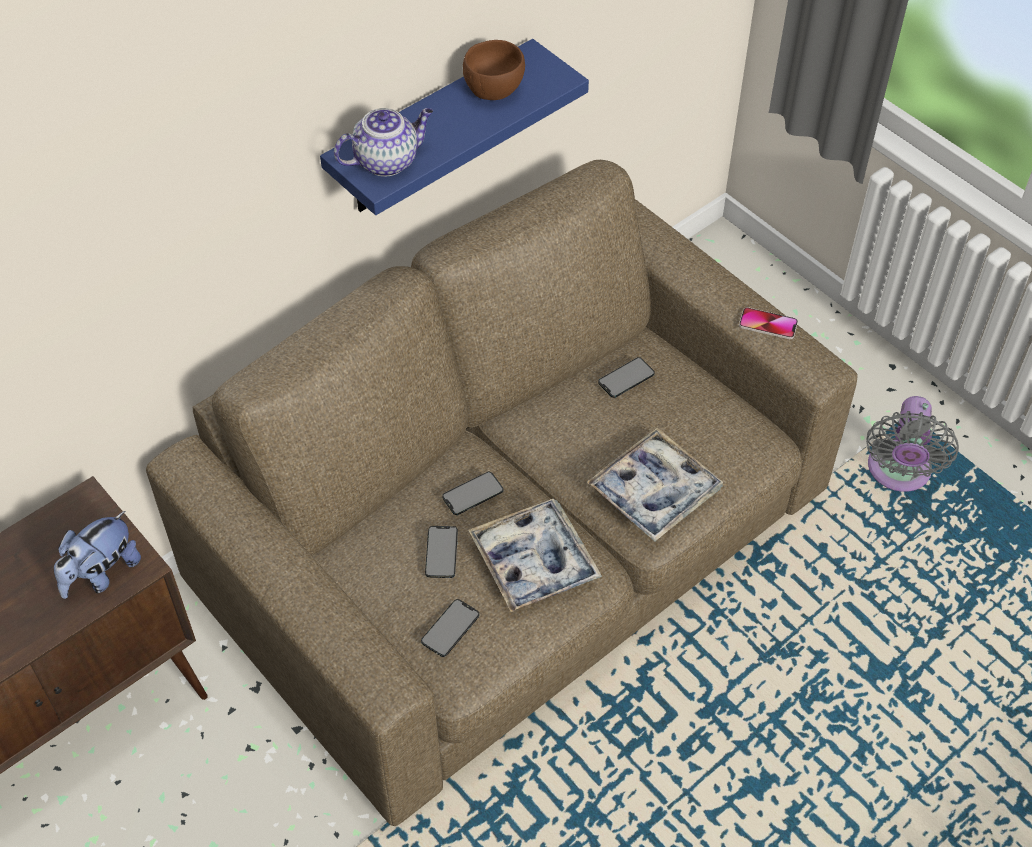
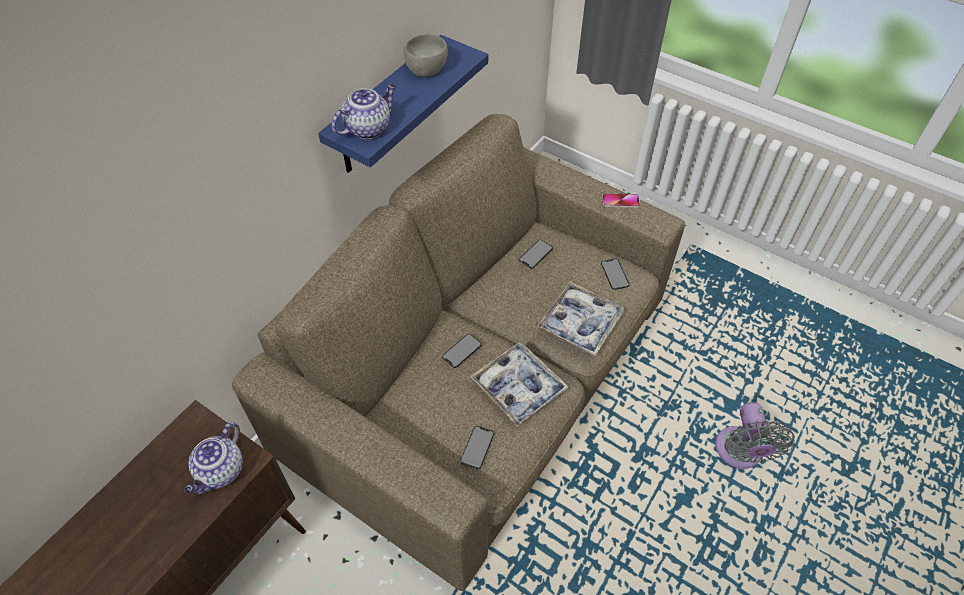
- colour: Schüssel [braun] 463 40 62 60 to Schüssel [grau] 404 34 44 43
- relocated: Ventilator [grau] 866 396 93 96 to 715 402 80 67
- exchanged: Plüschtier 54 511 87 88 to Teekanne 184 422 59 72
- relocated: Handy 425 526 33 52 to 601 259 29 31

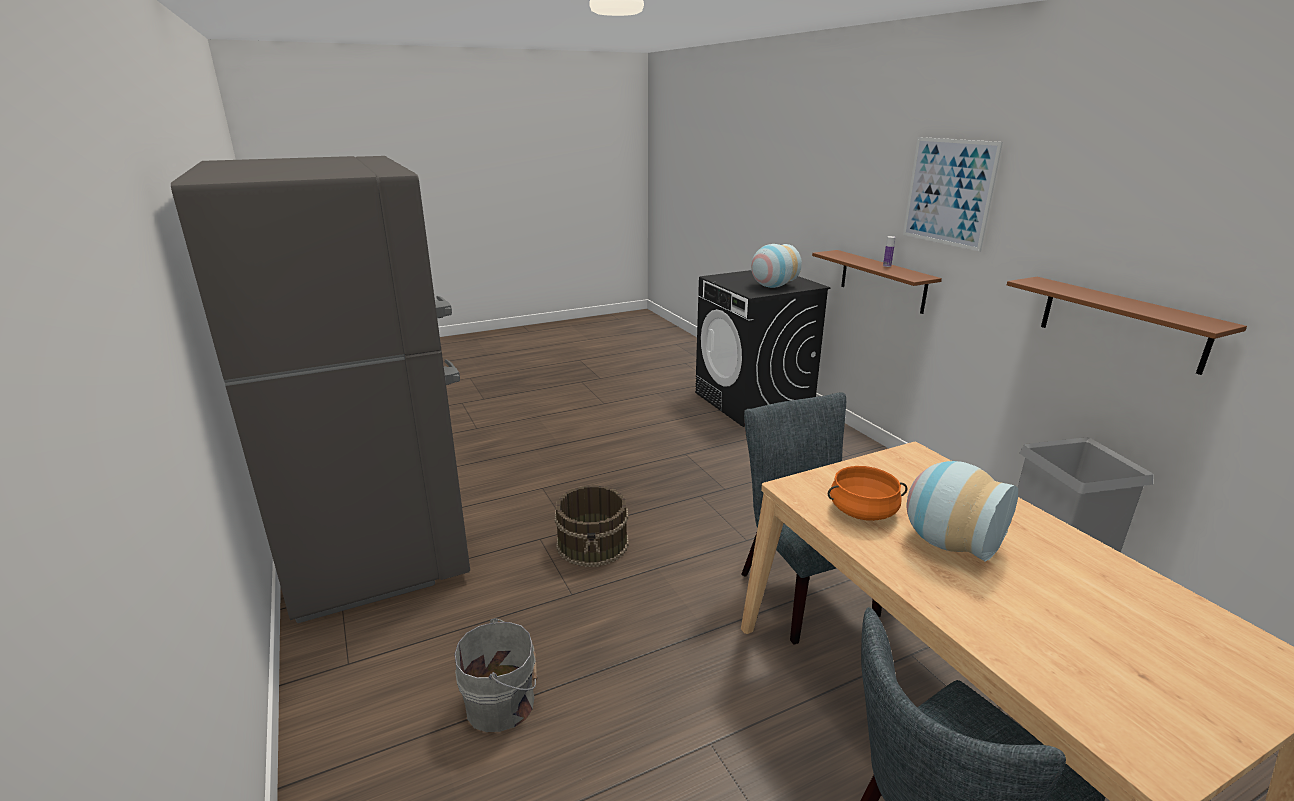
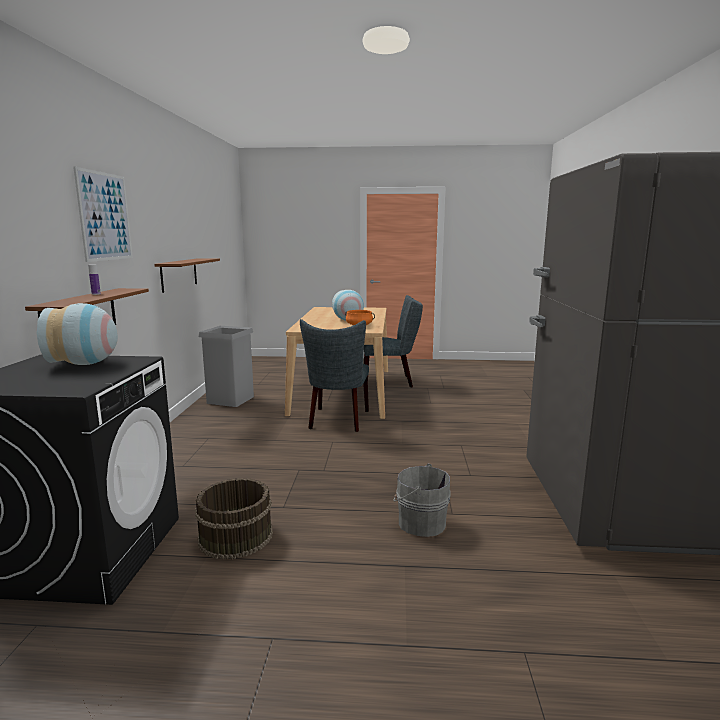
- relocated: Eimer [braun] 555 485 74 82 to 195 478 78 82
- relocated: Eimer [grau] 454 618 83 114 to 393 464 58 73

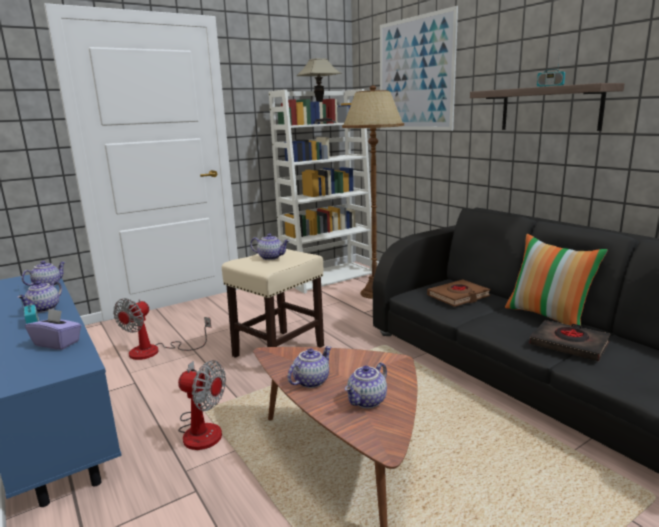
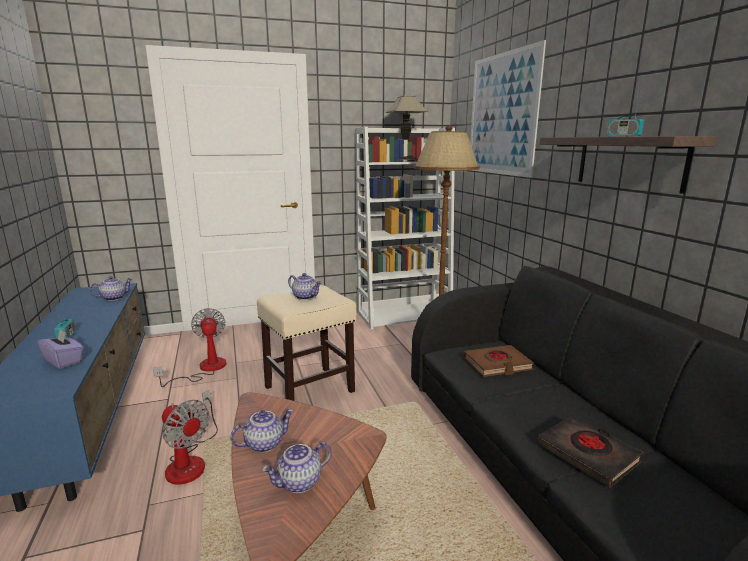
- missing: Kissen 505 234 103 91
- missing: Teekanne 17 280 45 33
- spun: Ventilator 113 298 98 62 = 153 308 73 79 120 degrees clockwise

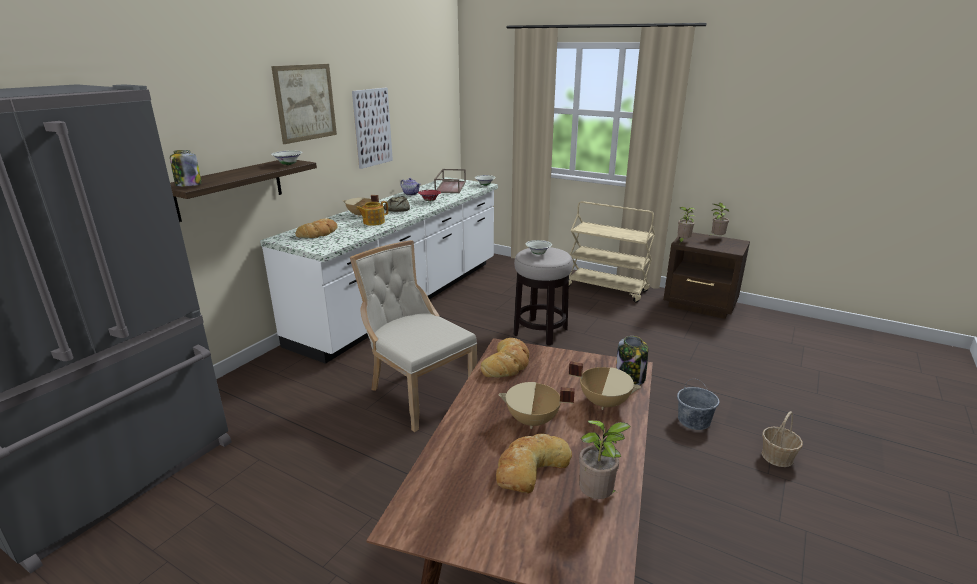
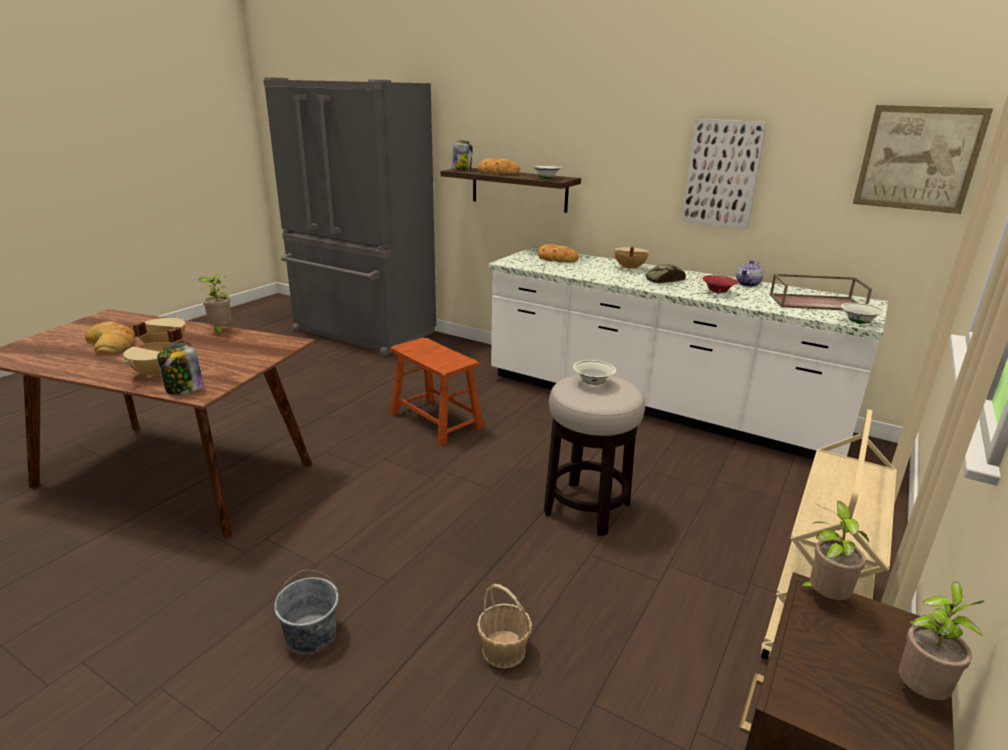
- relocated: Bild 271 64 66 80 to 853 105 140 109
- missing: Teekanne 356 201 32 25
- exchanged: Stuhl [beige] 350 240 127 192 to Hocker [braun] 390 338 94 108
- relocated: Brot 481 338 48 39 to 478 158 42 16
- relocated: Korb 761 411 42 56 to 477 584 55 84
- relocated: Topfpflanze 579 420 52 79 to 198 275 34 62

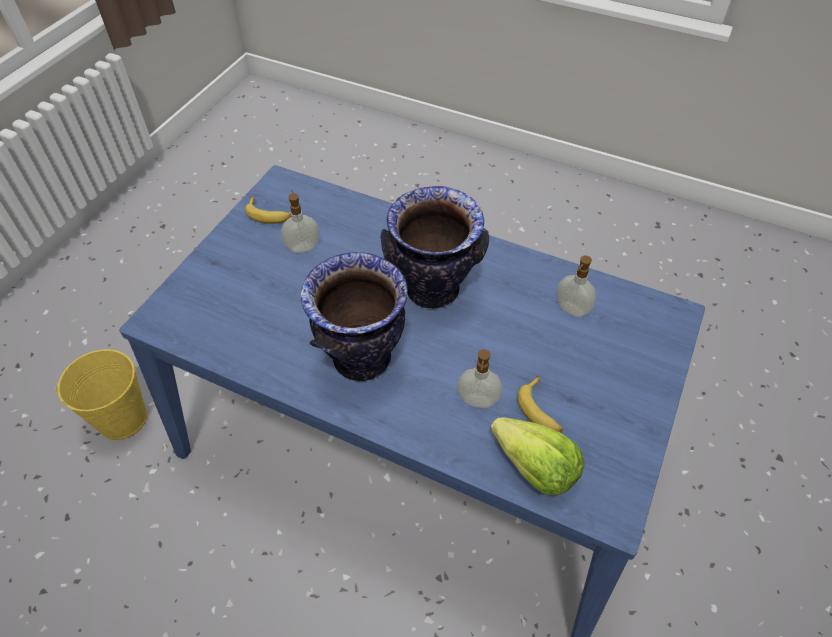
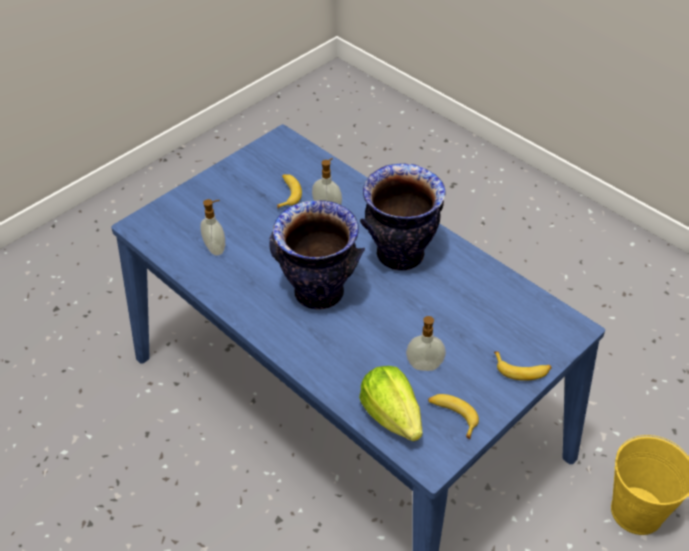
- relocated: Salatkopf 490 417 95 78 to 359 366 63 75
- appeared: Banane 494 351 58 30

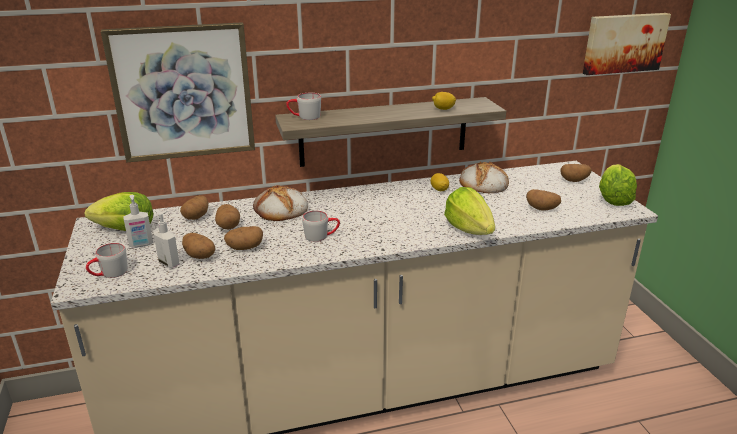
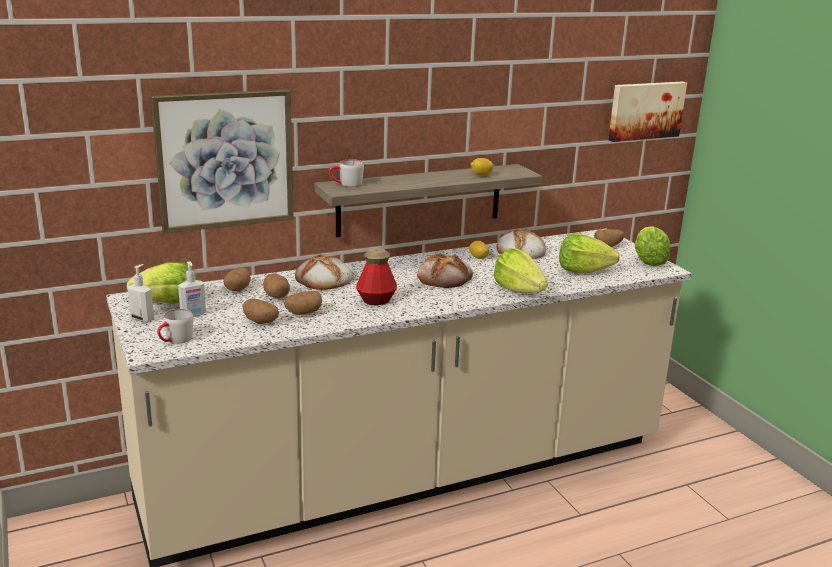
- exchanged: Kartoffel 526 189 35 22 to Salatkopf 559 234 61 40
- relocated: Seifenspender 153 210 27 58 to 127 264 27 59
- exchanged: Henkelbecher [grau] 302 210 38 32 to Flasche 356 248 41 57
- appeared: Brot 417 253 56 35

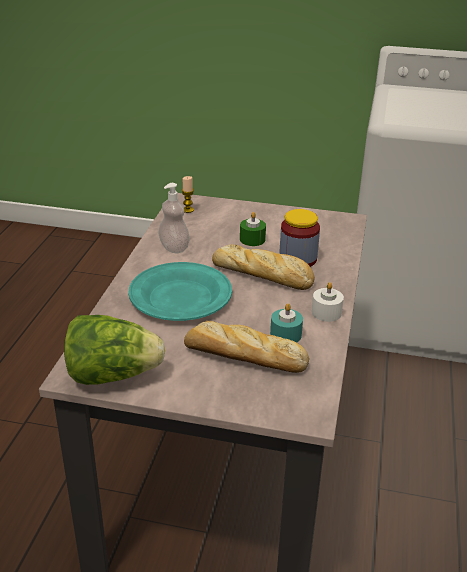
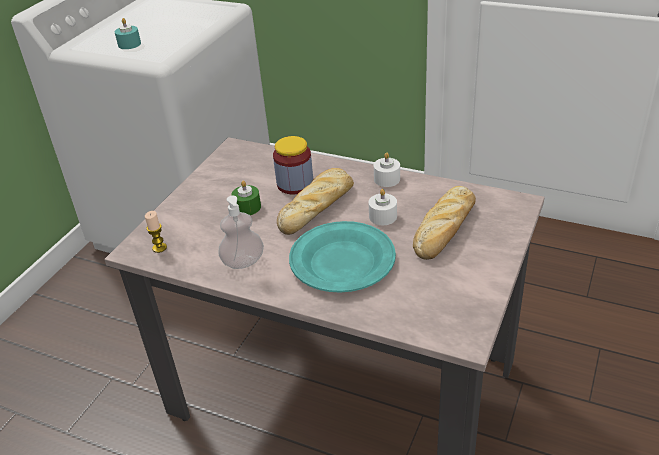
- relocated: Kerze [türkis] 270 303 33 40 to 115 18 26 31
- missing: Salatkopf 64 315 101 70
- appeared: Kerze [weiß] 369 189 28 36

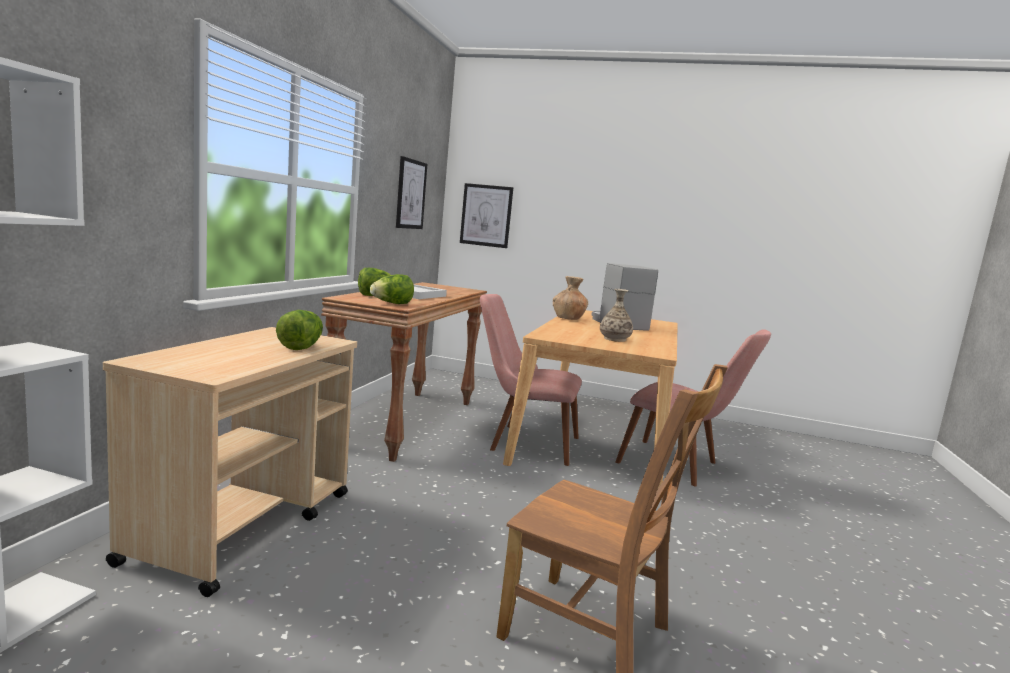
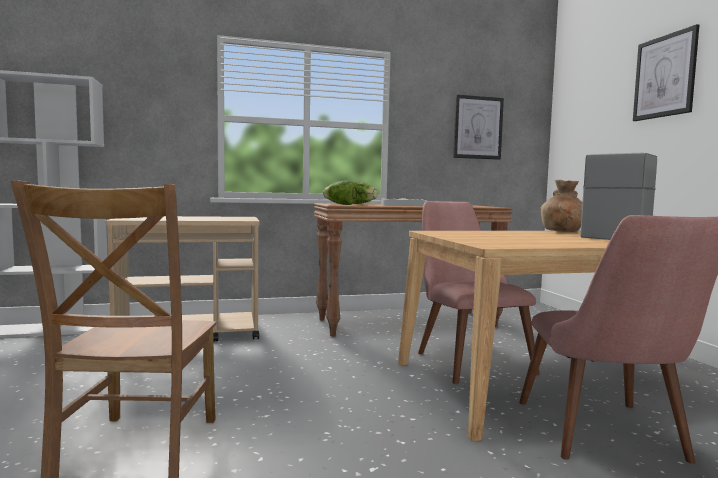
- relocated: Bild 460 183 53 65 to 633 24 66 97
- missing: Vase 600 289 33 53
- missing: Salatkopf 276 310 47 40

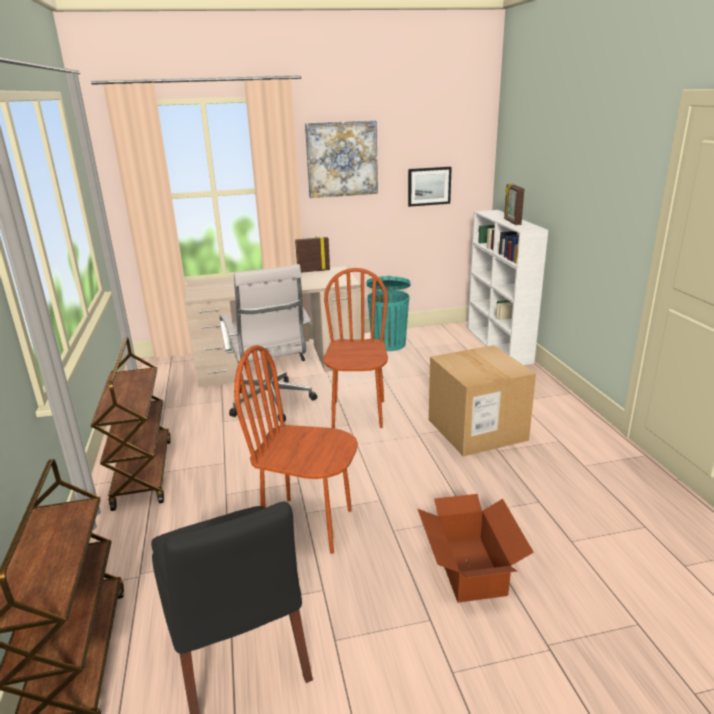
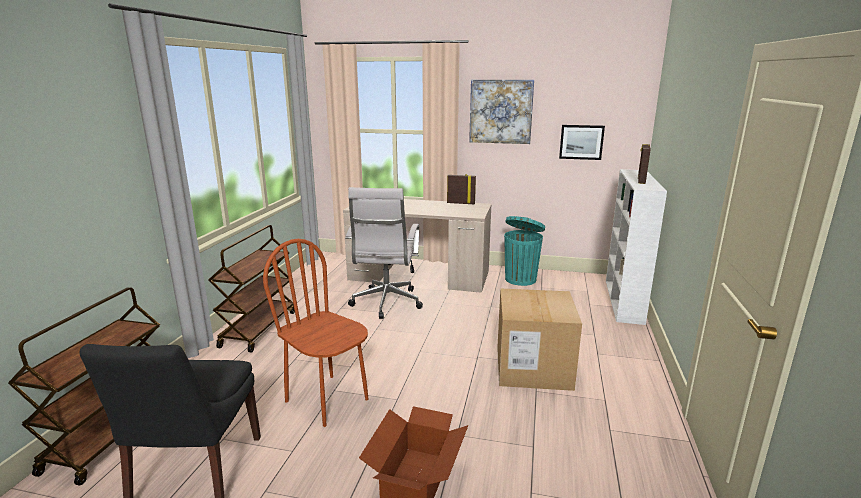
- missing: Stuhl [braun] 323 268 65 160

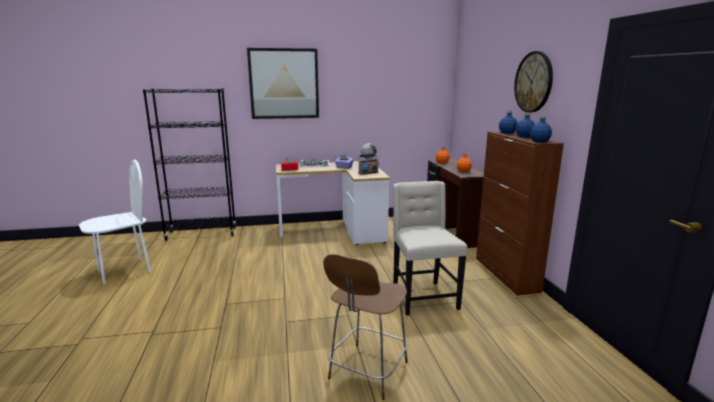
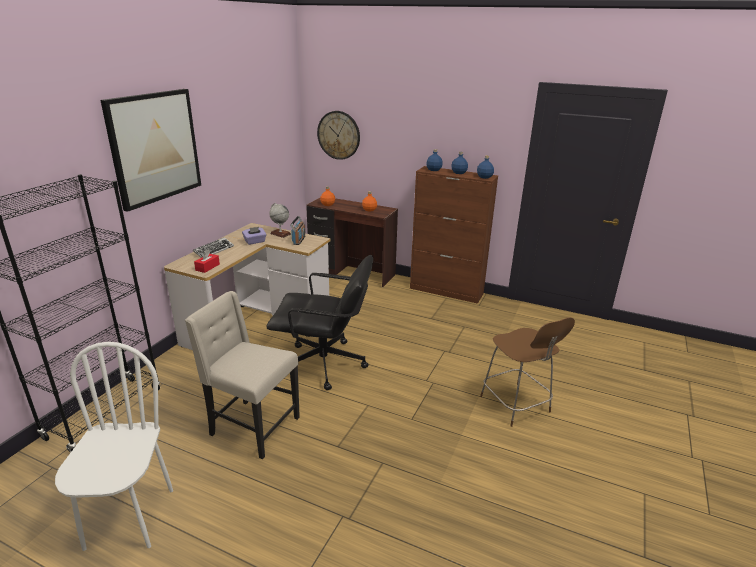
- relocated: Wanduhr 514 51 39 61 to 317 111 43 49
- relocated: Stuhl [beige] 393 181 74 135 to 185 291 115 168
- appeared: Bürostuhl [schwarz] 266 255 107 135

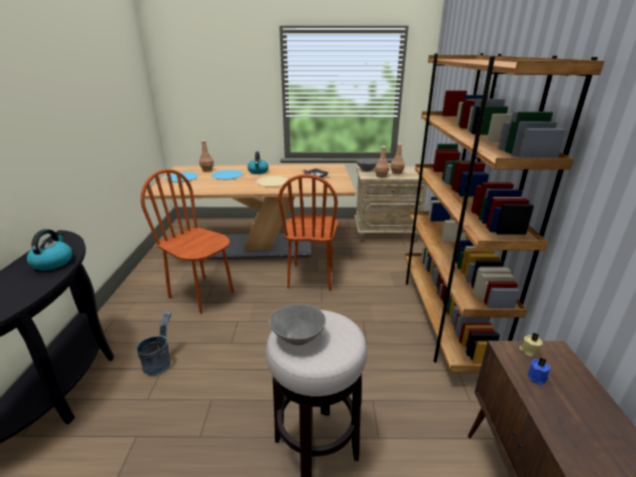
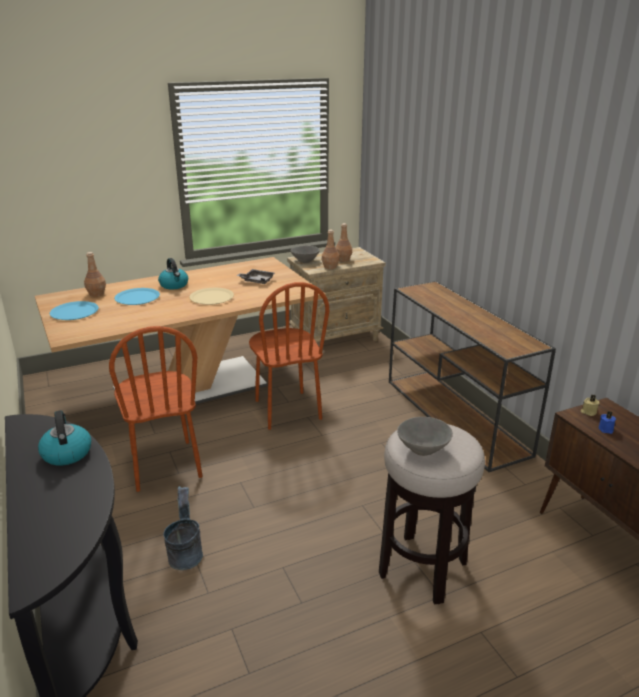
- exchanged: Bücherregal [braun] 405 53 199 320 to Konsolentisch [braun] 389 281 167 191
- spun: Stuhl [braun] 141 169 93 145 = 109 326 94 166 120 degrees counterclockwise

